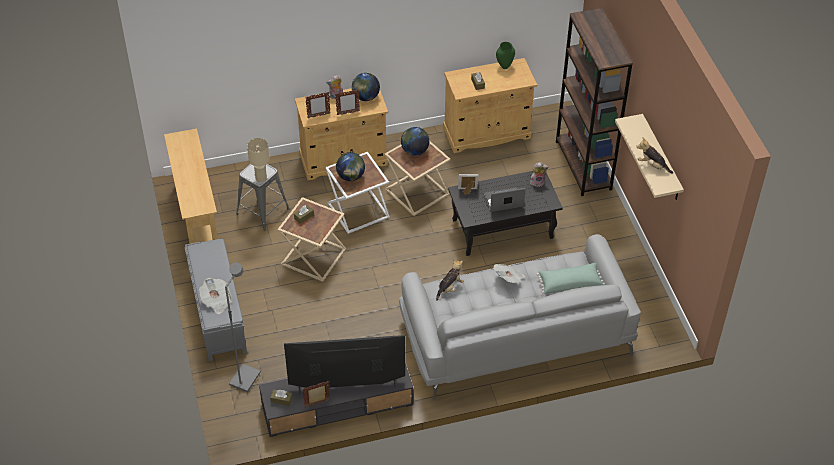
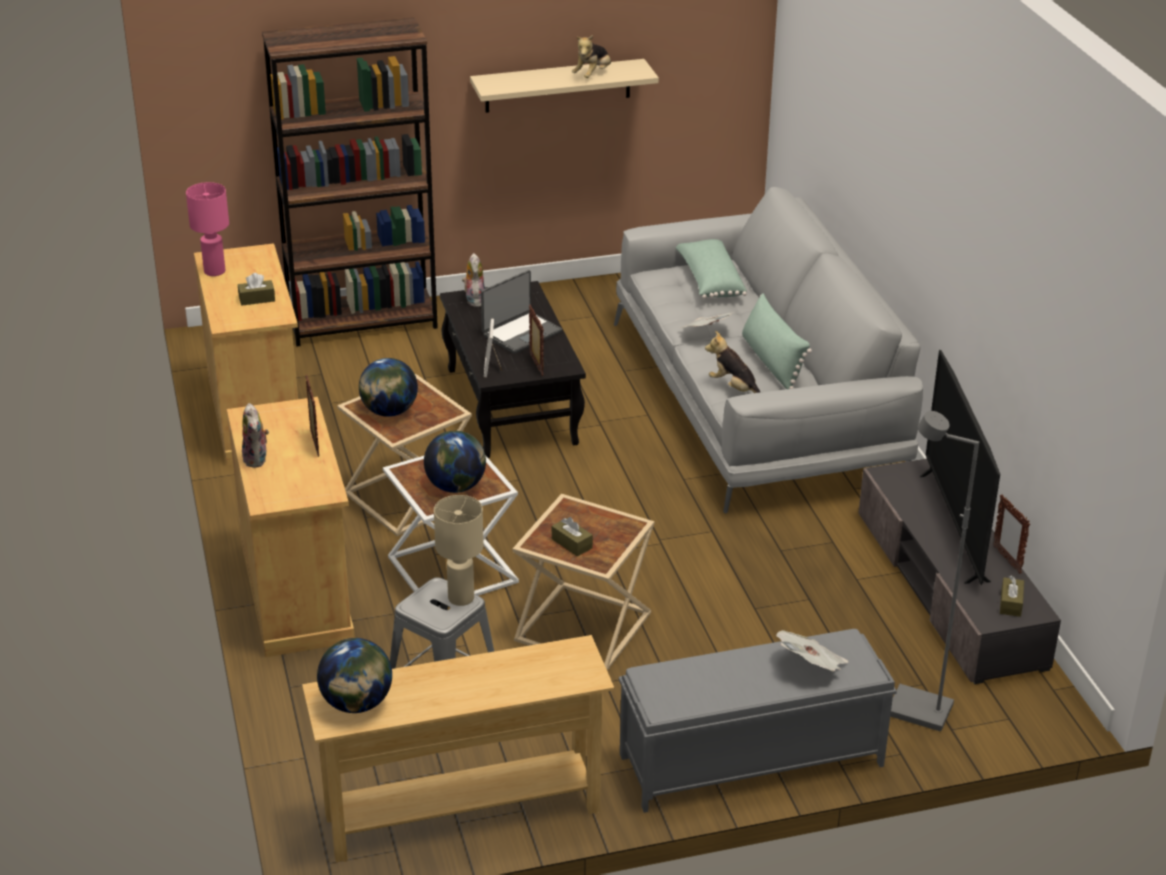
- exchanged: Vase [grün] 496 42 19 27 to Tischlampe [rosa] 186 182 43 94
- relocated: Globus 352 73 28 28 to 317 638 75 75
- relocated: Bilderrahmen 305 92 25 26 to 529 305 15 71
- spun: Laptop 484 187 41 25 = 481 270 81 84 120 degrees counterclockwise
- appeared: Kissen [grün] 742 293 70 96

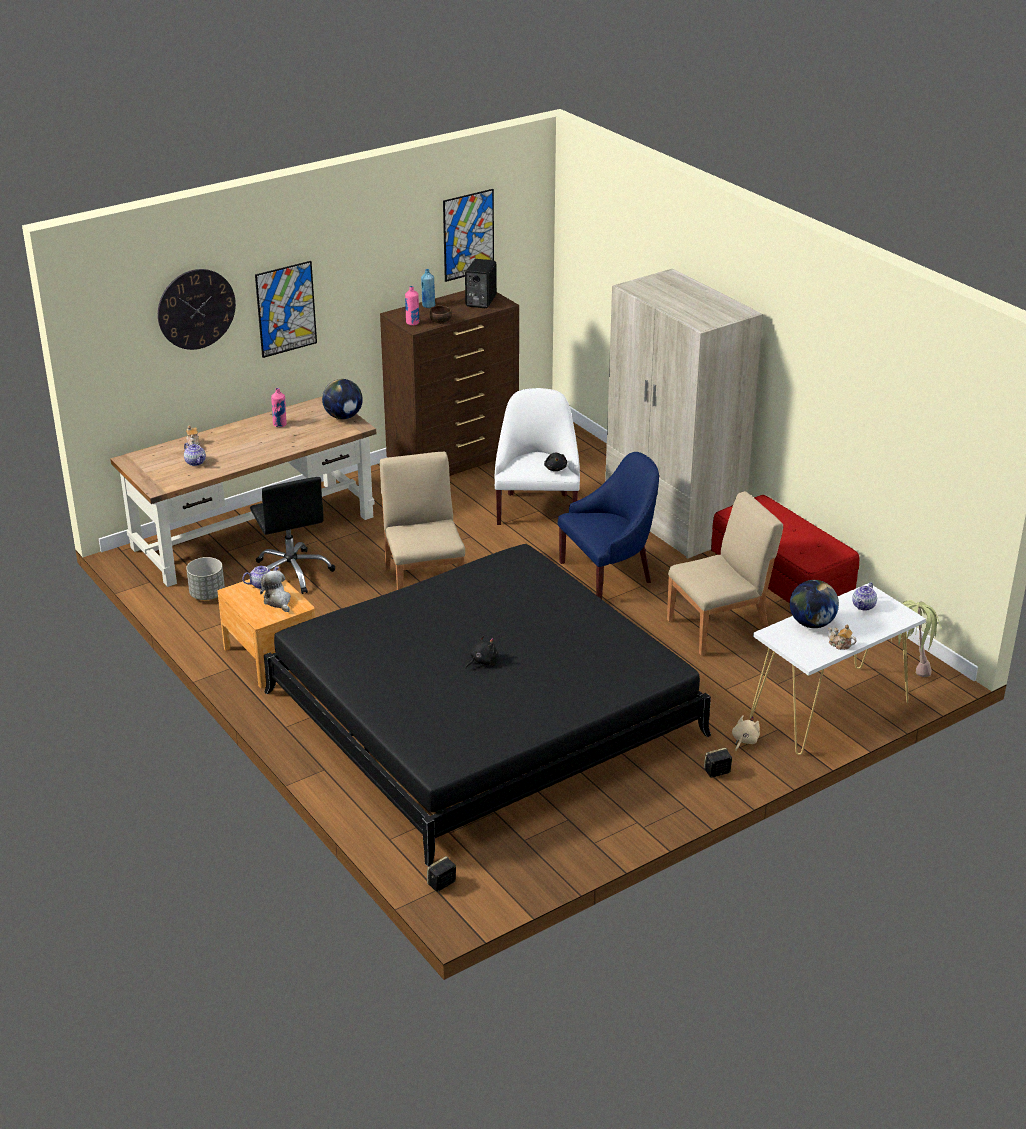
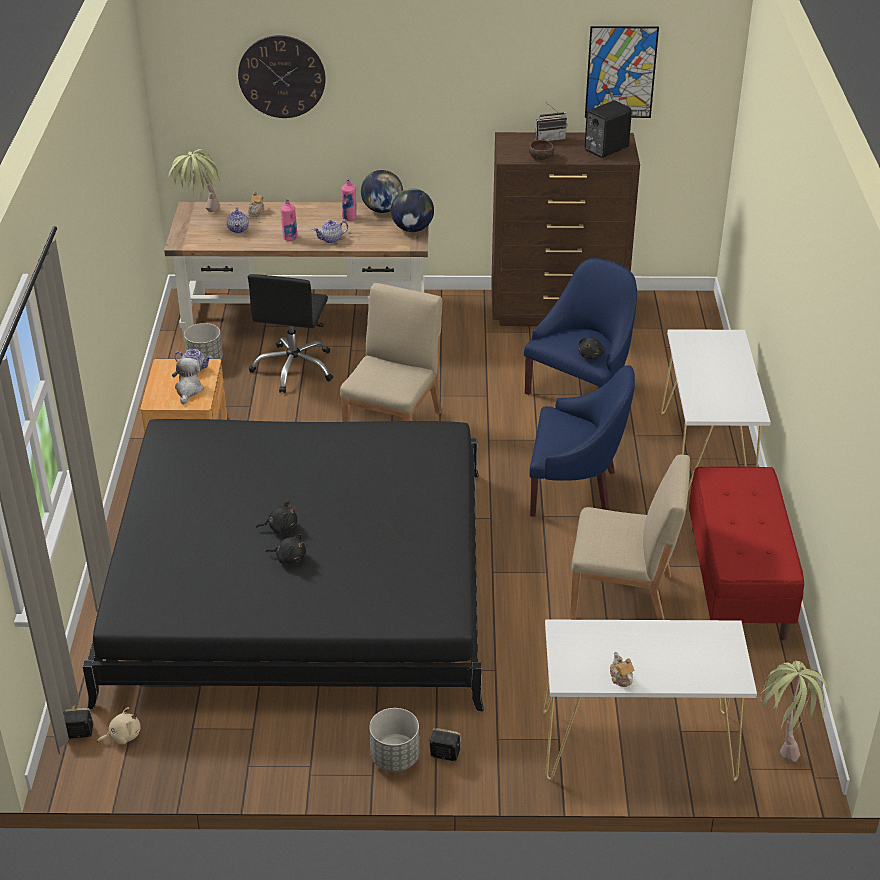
- missing: Bild 255 261 62 97
- exchanged: Kleiderschrank [beige] 605 268 158 291 to Konsolentisch [weiß] 661 329 109 161
- exchanged: Flasche [blau] 421 269 15 39 to Radio 535 103 32 38
- relocated: Flasche [rosa] 405 286 14 40 to 280 199 18 42
- colour: Sessel [weiß] 495 388 85 137 to Sessel [blau] 524 258 113 137
- relocated: Globus 790 580 49 48 to 361 170 42 43
- relocated: Teekanne 852 582 25 29 to 313 220 35 23
- relocated: Plüschtier [beige] 732 715 28 36 to 97 707 44 37
- appeared: Topfpflanze 169 149 52 63
- appeared: Plüschtier [schwarz] 266 534 40 30
- appeared: Pflanzkübel [grau] 369 708 50 63

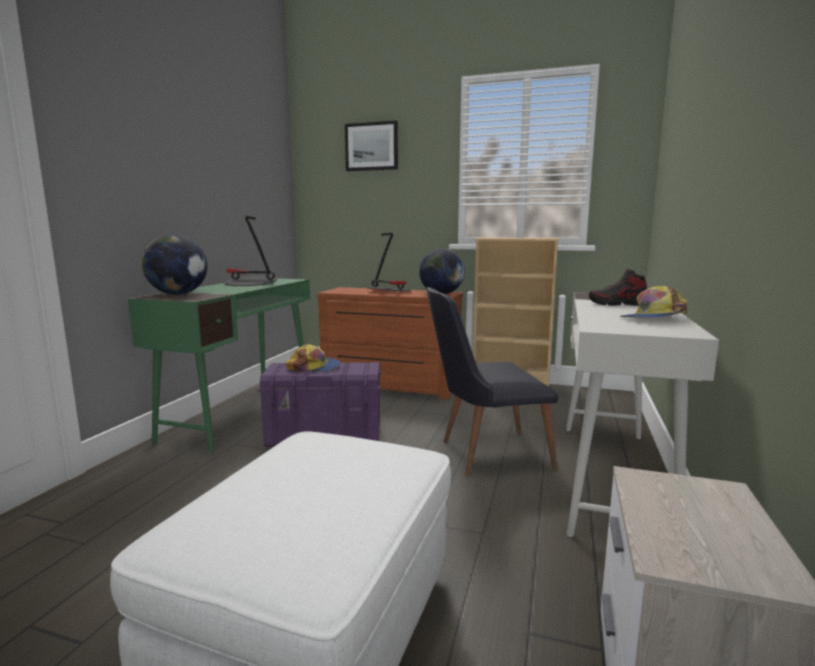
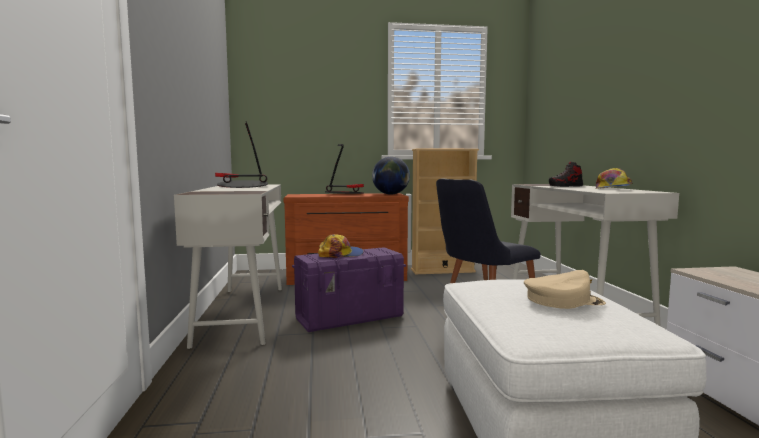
- missing: Bild 345 120 53 51
- missing: Globus 141 234 67 61
- colour: Schreibtisch [grün] 128 278 182 175 to Schreibtisch [weiß] 174 184 108 165
- appeared: Kappe [beige] 524 270 82 39

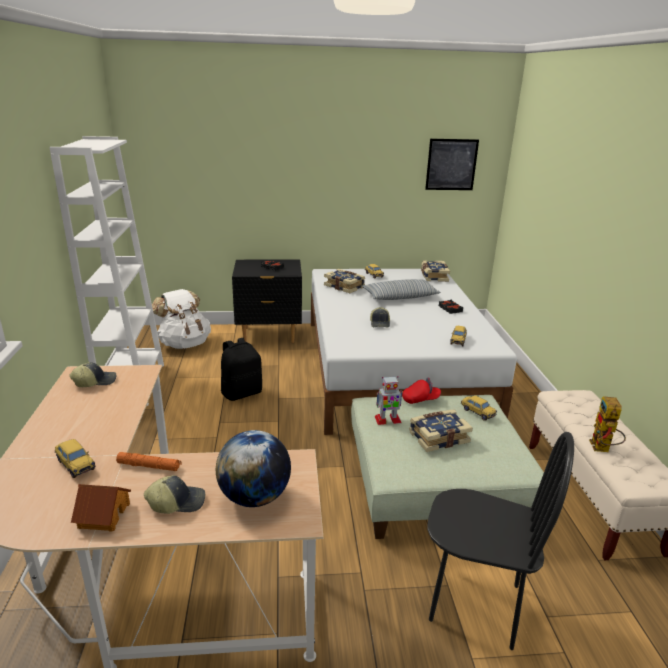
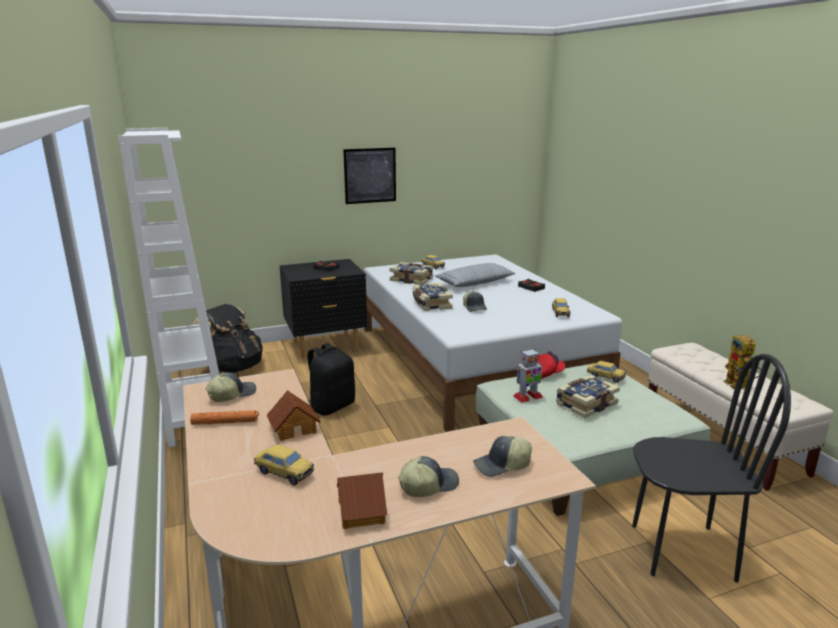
- relocated: Bild 425 139 54 51 to 343 148 53 56
- relocated: Buch 421 260 29 22 to 412 283 41 28
- colour: Rucksack [weiß] 152 289 59 60 to Rucksack [schwarz] 193 304 70 69
- exchanged: Globus 216 430 75 77 to Kappe 473 436 59 41
- relocated: Taschenlampe [orange] 116 452 66 19 to 190 410 69 15
- appeared: Spielzeughaus 267 390 54 51

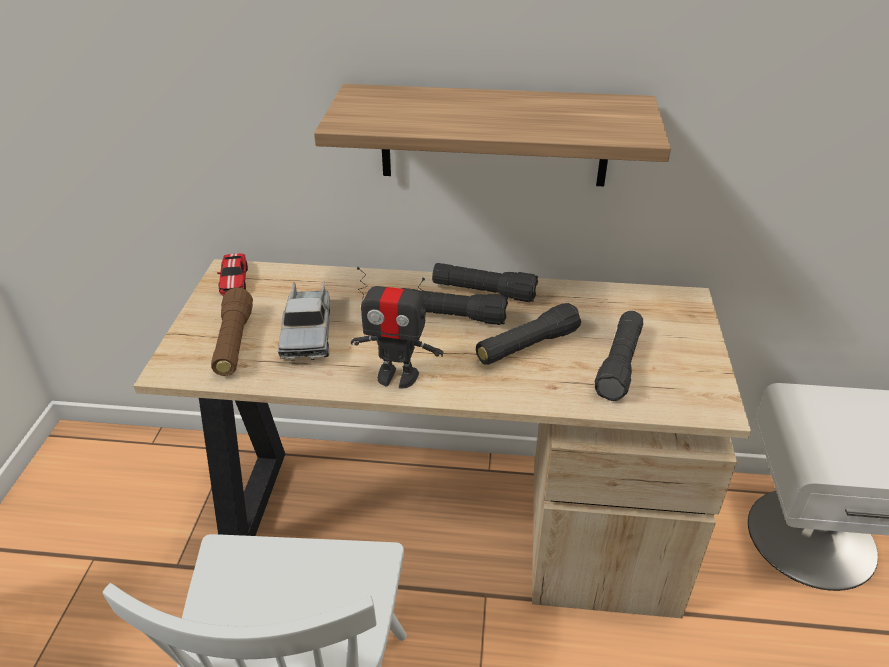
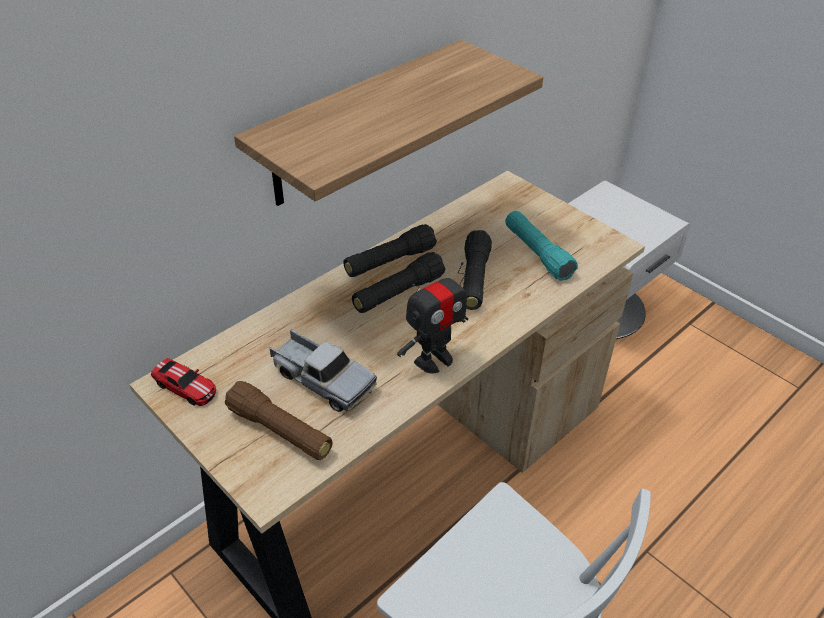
- colour: Taschenlampe [schwarz] 594 311 49 90 to Taschenlampe [türkis] 505 211 73 70

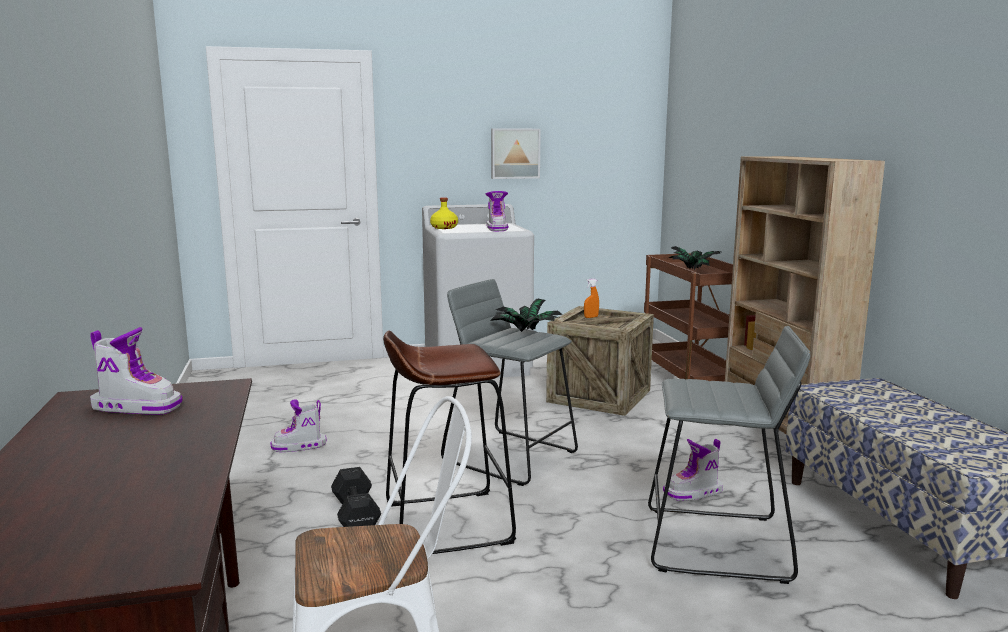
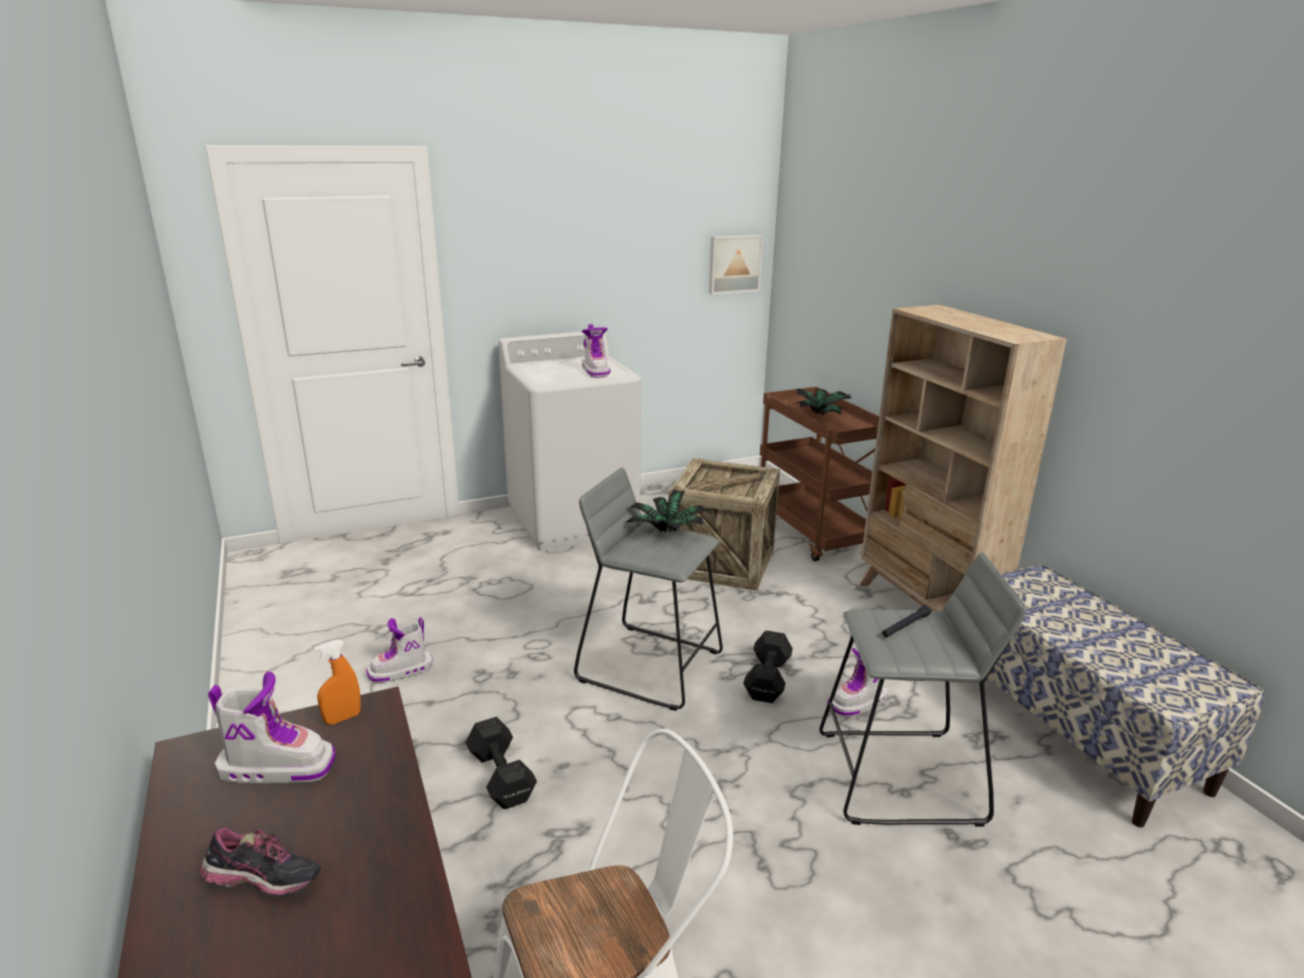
- relocated: Bild 491 129 50 50 to 709 235 54 59
- missing: Flasche [gelb] 430 197 28 32
- relocated: Sprühflasche [orange] 584 279 15 39 to 314 640 47 85
- missing: Hocker [braun] 383 330 133 224
- appeared: Taschenlampe [schwarz] 882 605 49 32
- appeared: Hantel [schwarz] 743 630 50 73
- appeared: Schuh 199 827 122 70

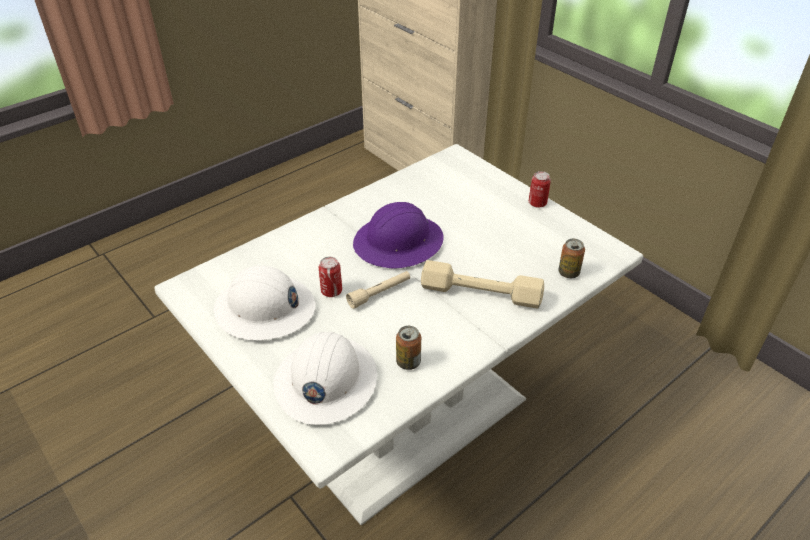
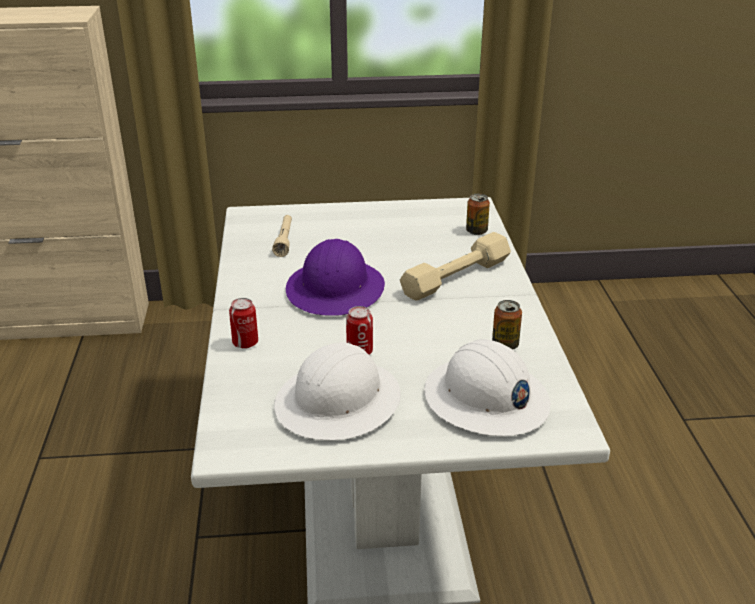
- relocated: Dose 529 171 22 37 to 229 298 29 51
- relocated: Taschenlampe [beige] 346 271 64 38 to 272 215 20 42

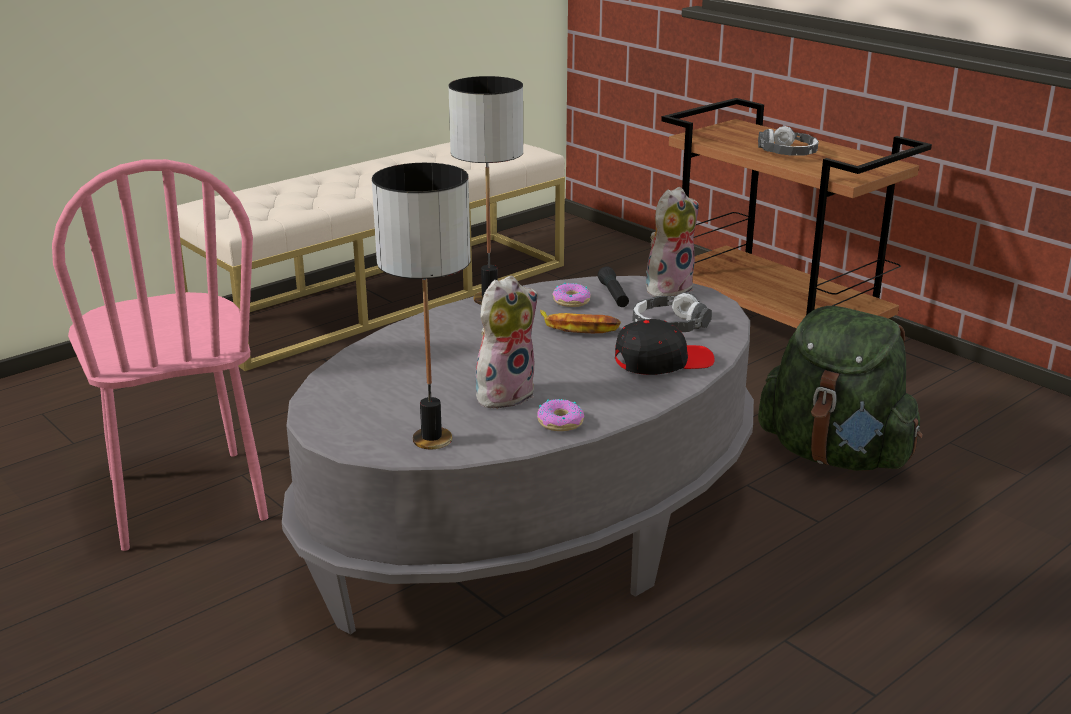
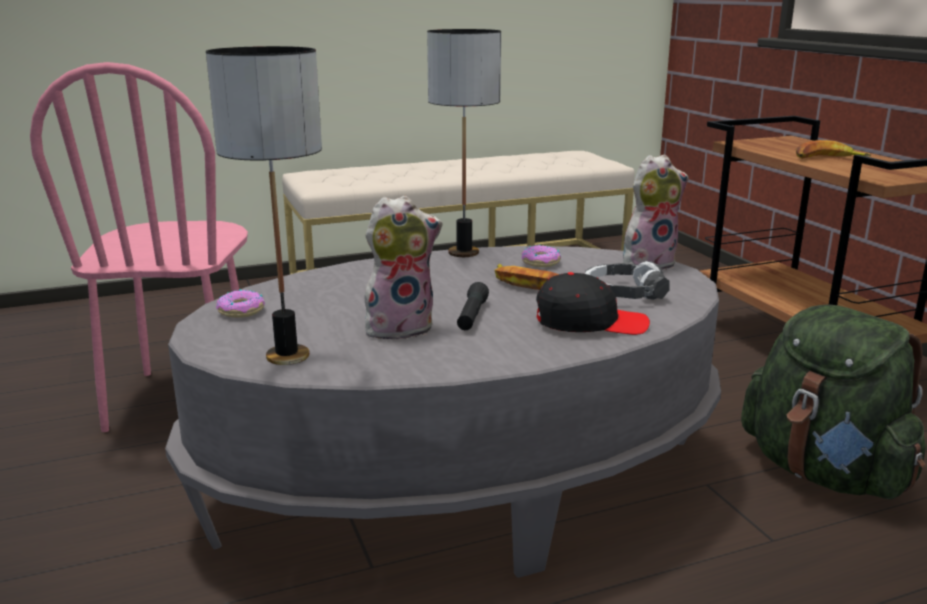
- exchanged: Kopfhörer 758 126 61 30 to Banane 796 140 75 19
- relocated: Taschenlampe [schwarz] 598 266 31 41 to 457 282 32 48
- relocated: Donut 537 399 47 32 to 216 289 49 29

